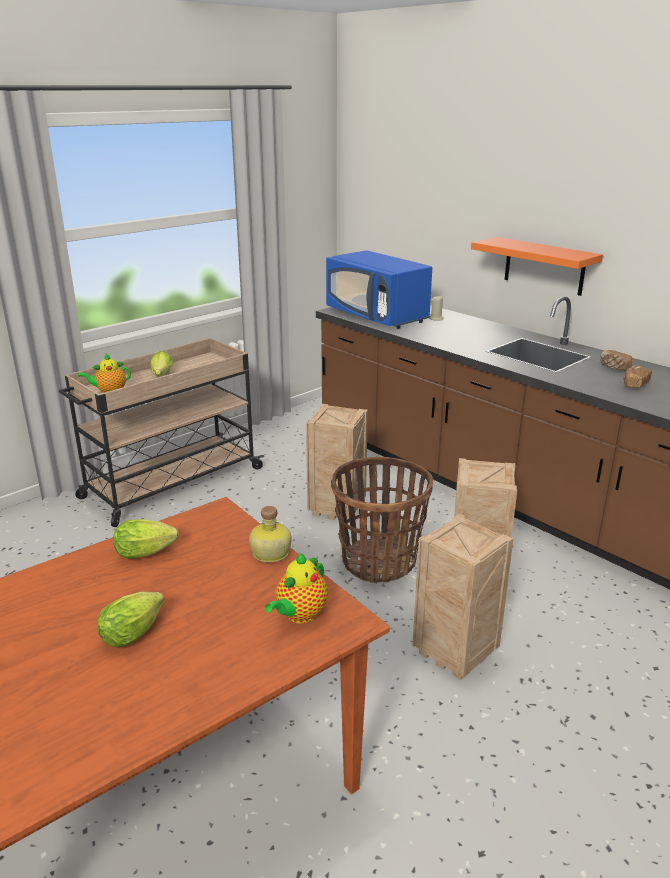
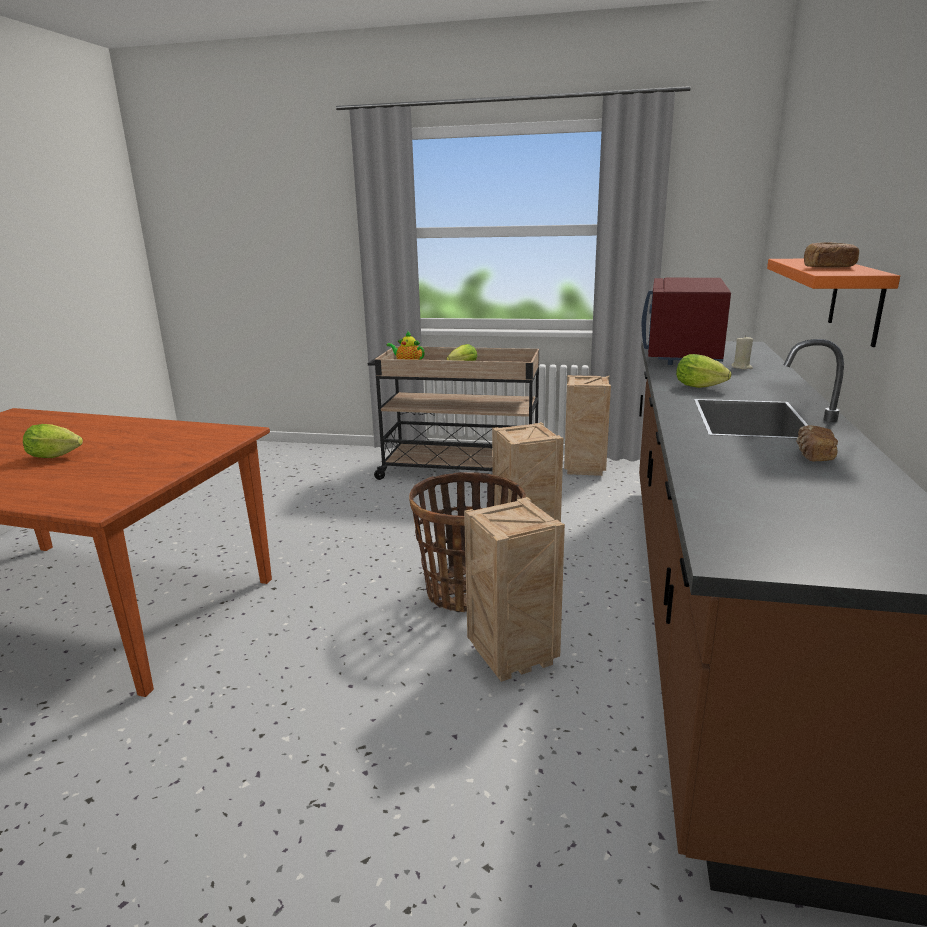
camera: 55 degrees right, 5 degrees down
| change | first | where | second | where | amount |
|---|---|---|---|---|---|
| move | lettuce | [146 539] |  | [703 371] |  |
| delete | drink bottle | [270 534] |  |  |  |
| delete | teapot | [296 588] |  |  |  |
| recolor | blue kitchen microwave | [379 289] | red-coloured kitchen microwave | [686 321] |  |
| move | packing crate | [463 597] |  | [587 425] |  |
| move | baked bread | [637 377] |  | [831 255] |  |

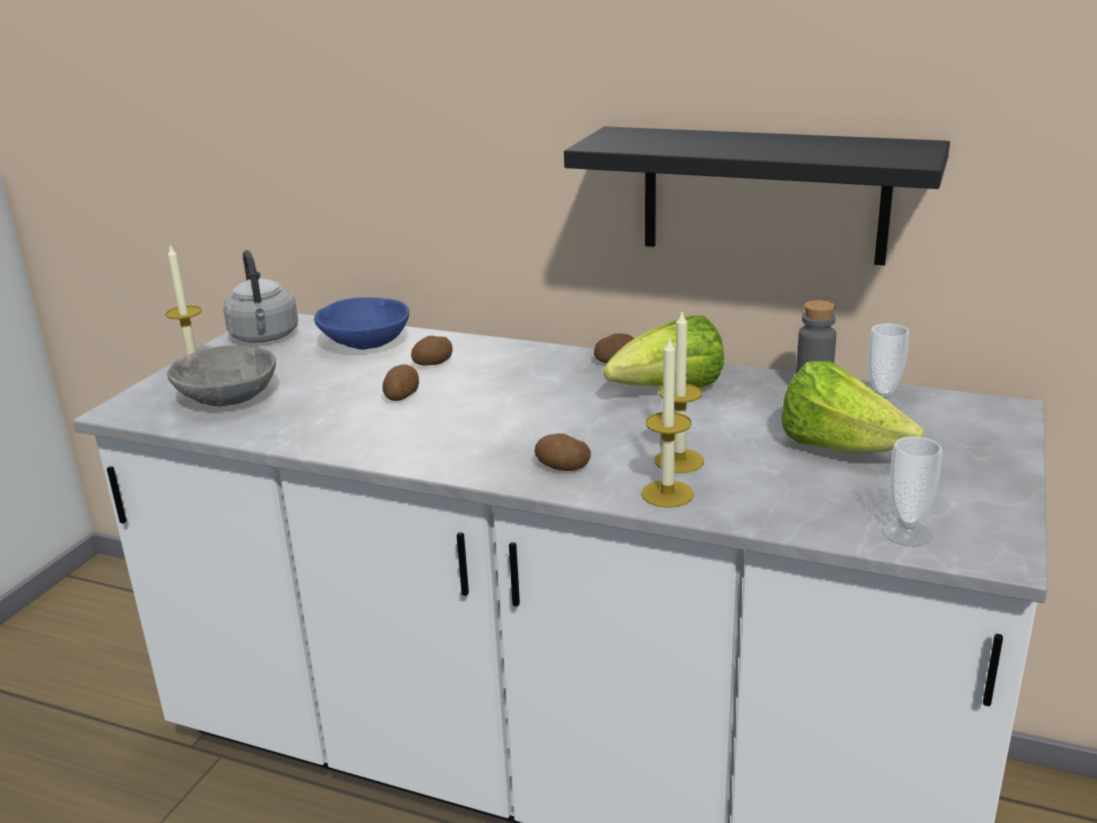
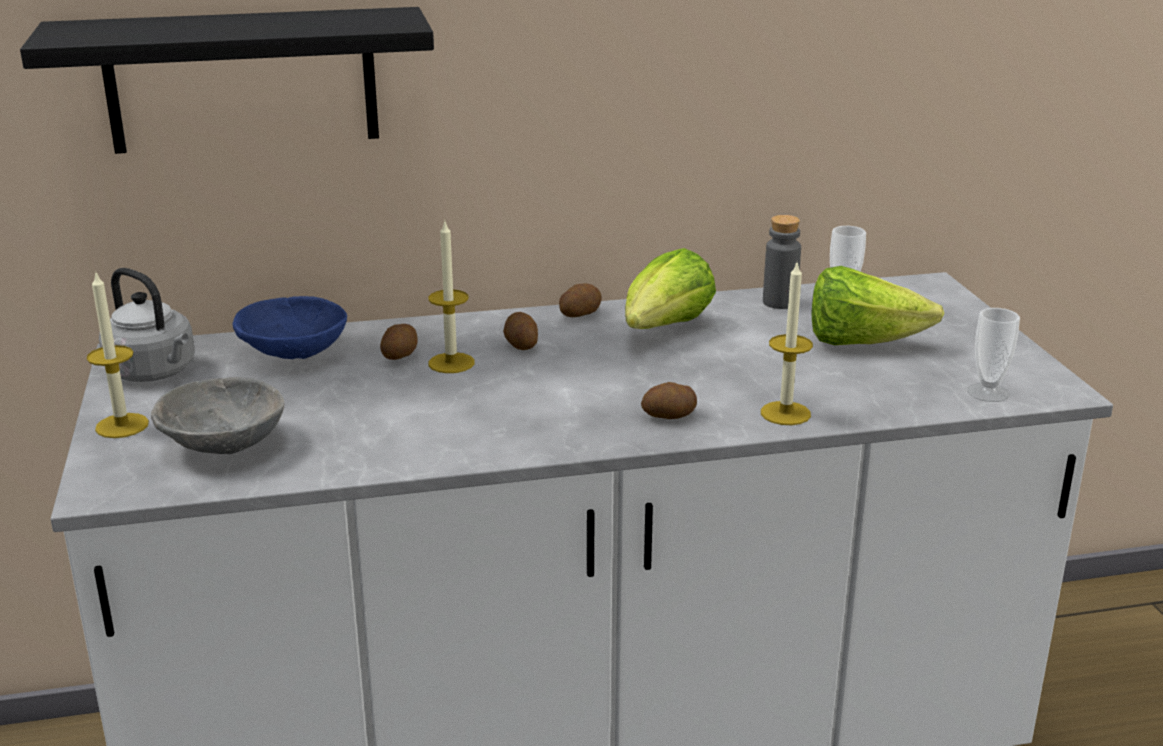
camera: 35 degrees left, 0 degrees up
| change | first | where | second | where | amount |
|---|---|---|---|---|---|
| move | whole potato | [400 382] |  | [520 331] |  |
| move | blackish wall shelf | [757 196] |  | [227 80] |  |
| move | candle | [679 392] |  | [451 297] |  |

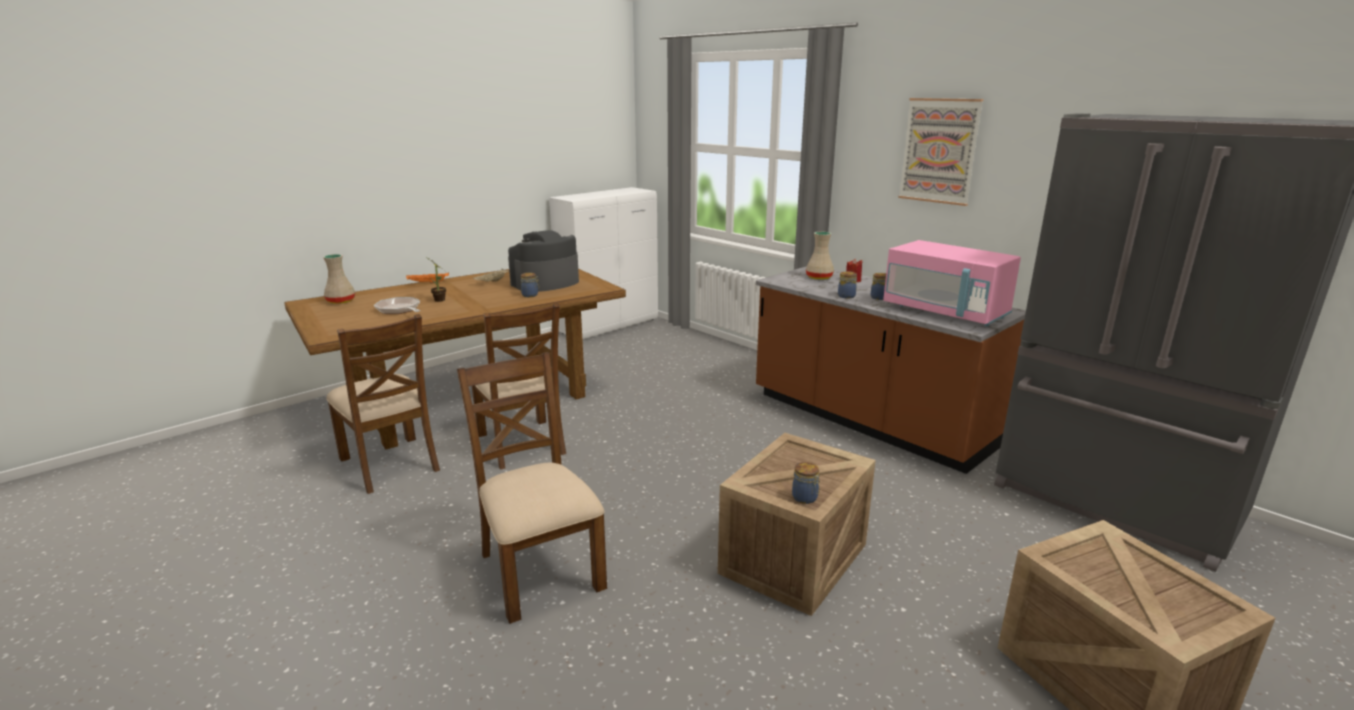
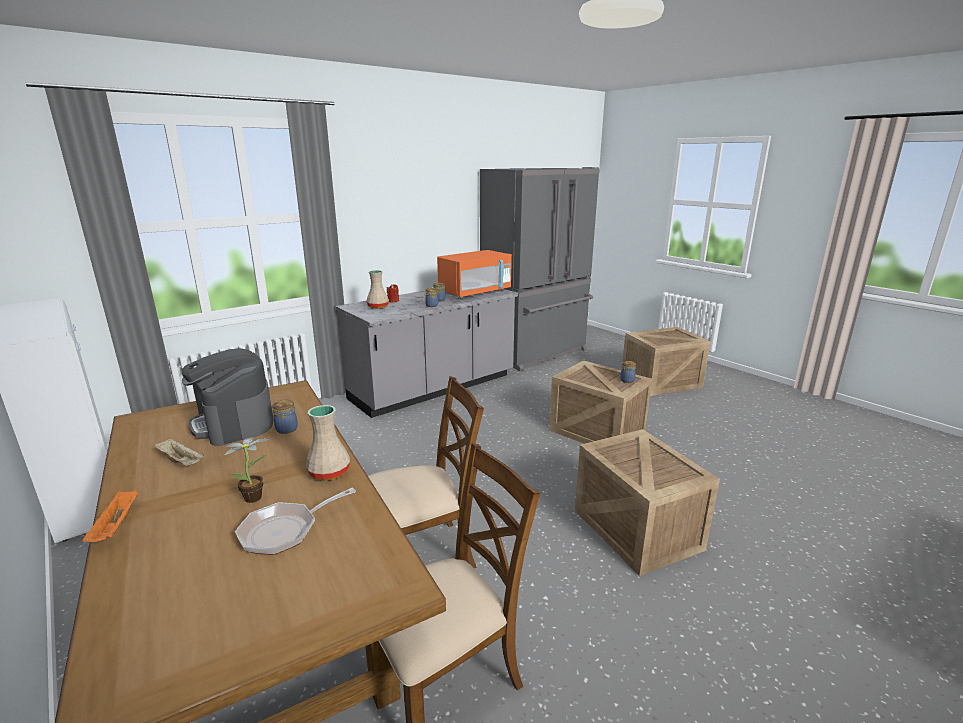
camera: 85 degrees left, 0 degrees up
| change | first | where | second | where | amount |
|---|---|---|---|---|---|
| move | sand-coloured vase | [339 279] |  | [328 443] |  |
| replace | brown-coloured upright chair | [532 488] | packing crate | [647 502] |  |
| recolor | brown-coloured kitchen counter | [891 370] | grey kitchen counter | [427 353] |  |
| recolor | pink-coloured kitchen microwave | [952 283] | orange kitchen microwave | [474 274] |  |
| delete | wall art | [940 152] |  |  |  |

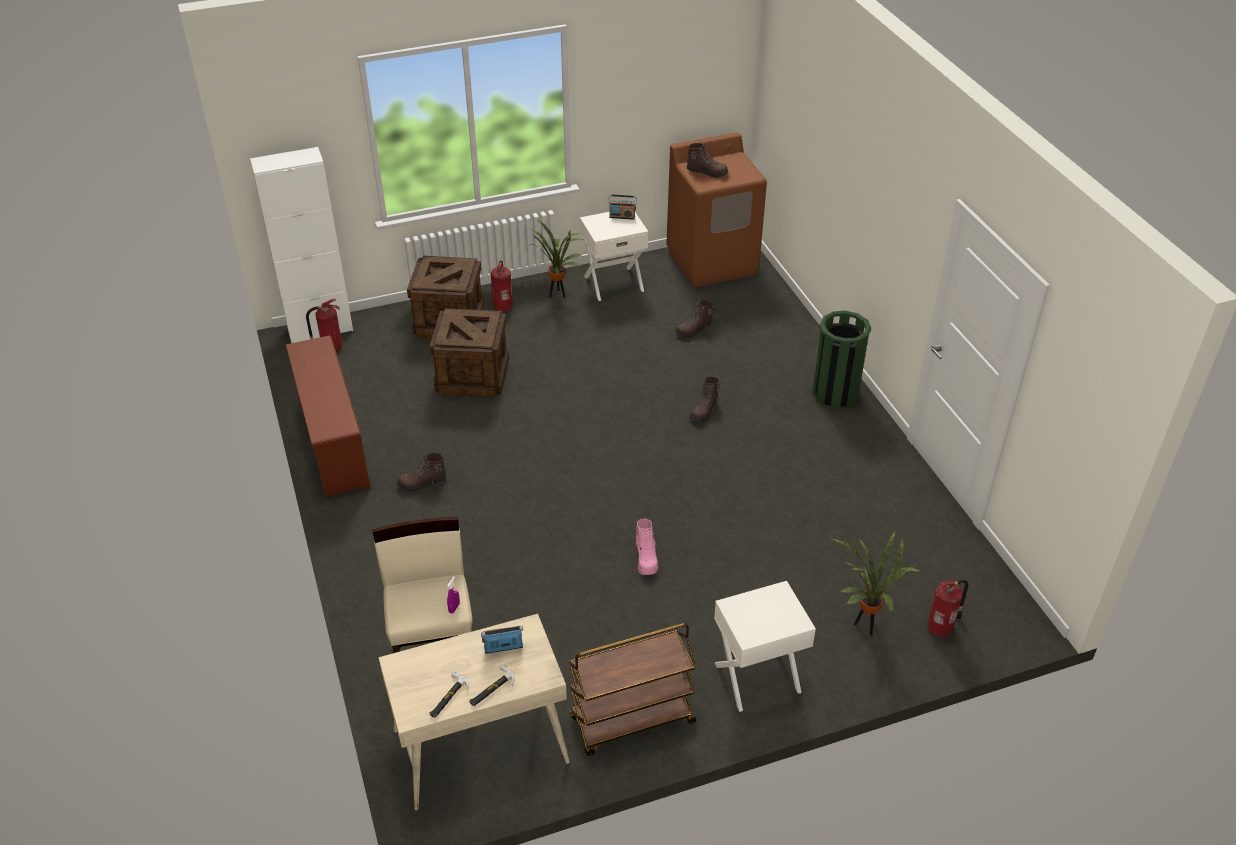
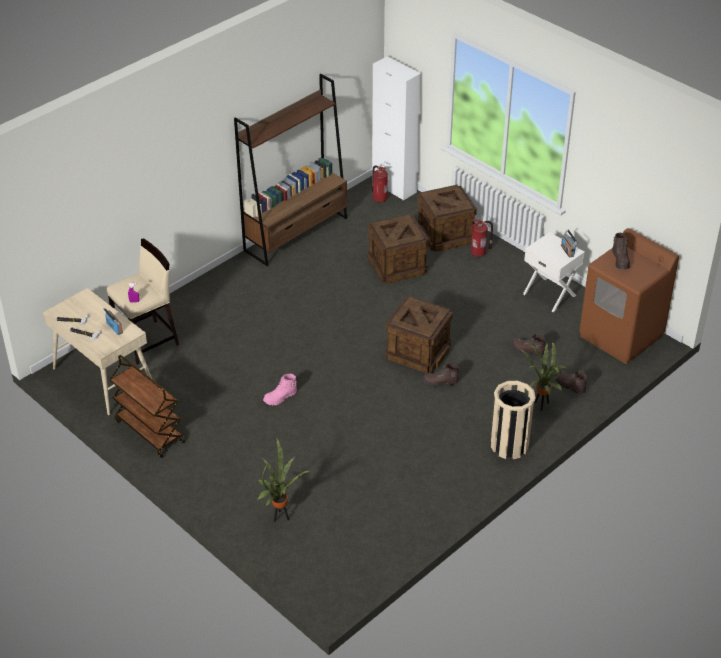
camera: 65 degrees right, 0 degrees up
| change | first | where | second | where | amount |
|---|---|---|---|---|---|
| replace | brown-coloured shoe shelf | [328 416] | brown-coloured shelving unit | [290 170] |  |
| move | brown-coloured boot | [421 472] |  | [571 382] |  |
| move | plant in a pot | [556 258] |  | [543 376] |  |
| delete | white nightstand | [765 646] |  |  |  |
| recolor | green waste bin | [841 359] | sand-coloured waste bin | [513 420] |  |
| delete | extinguisher | [947 608] |  |  |  |
| insert |  |  | packing crate | [419 334] |  |

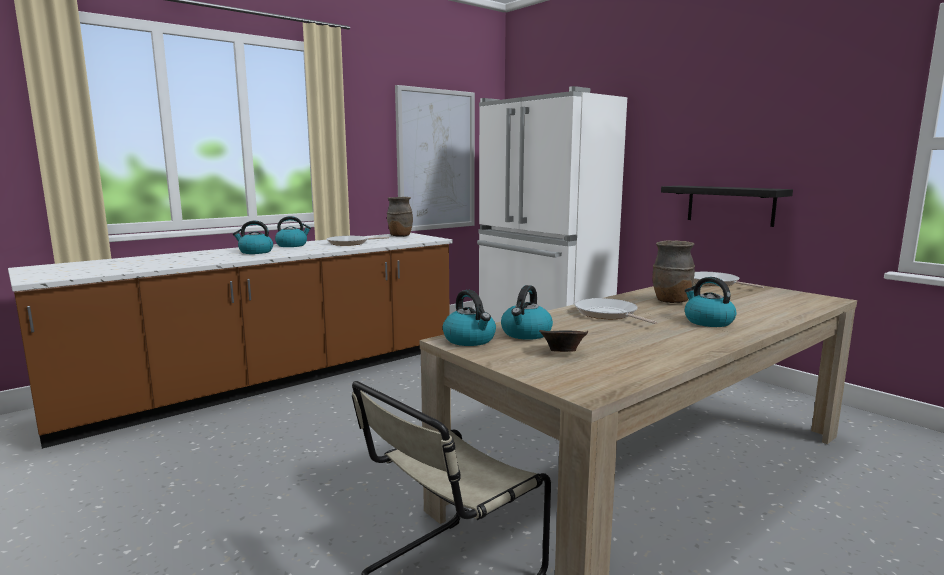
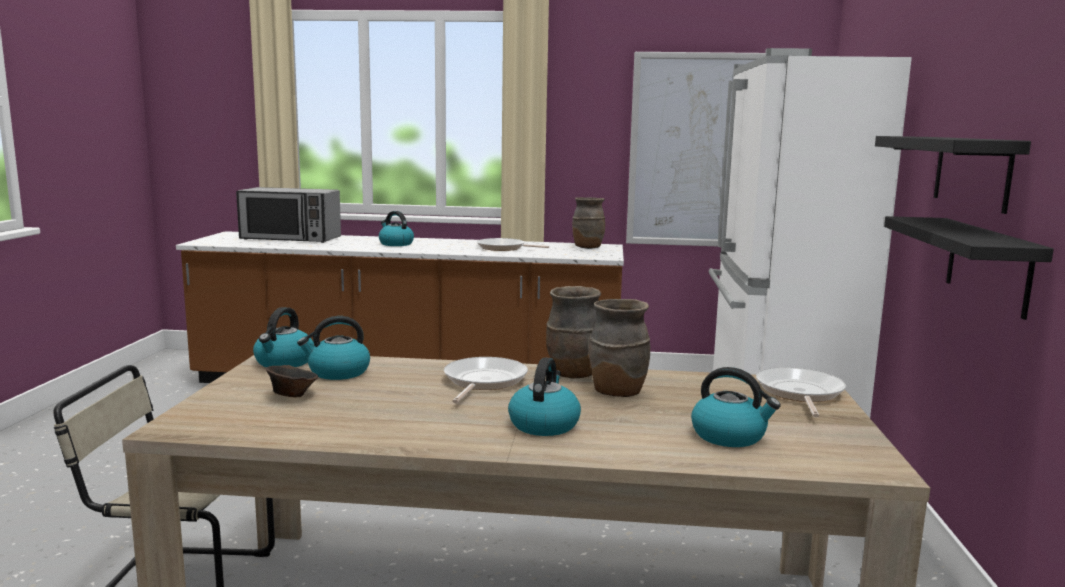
camera: 45 degrees right, 0 degrees up
| change | first | where | second | where | amount |
|---|---|---|---|---|---|
| move | tea kettle | [293 231] |  | [736 407] |  |
| insert |  |  | kitchen microwave | [288 215] |  |
| insert |  |  | brown-coloured vase | [573 332] |  |
| insert |  |  | blackish wall shelf | [953 175] |  |

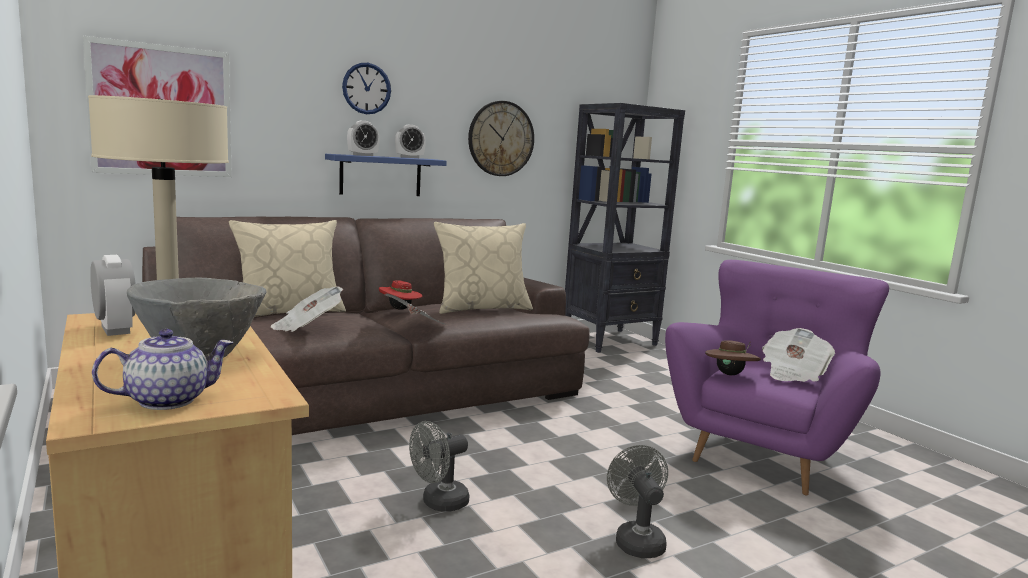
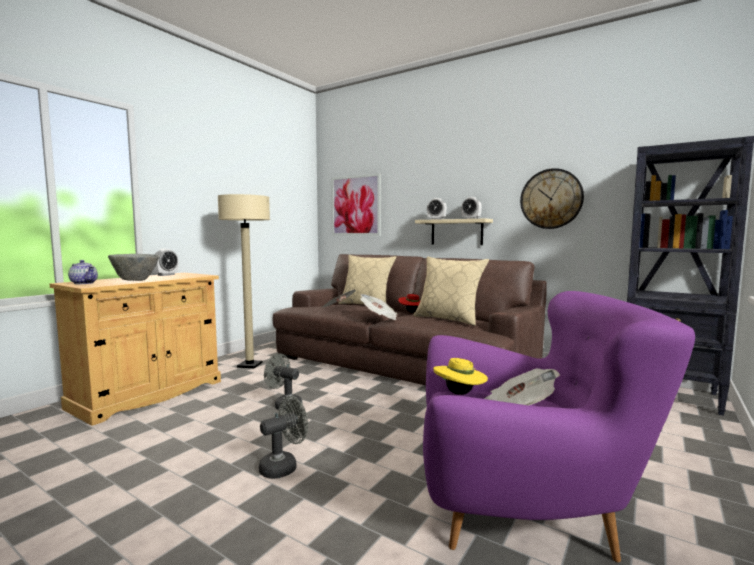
camera: 65 degrees right, 5 degrees down
| change | first | where | second | where | amount |
|---|---|---|---|---|---|
| recolor | blue wall shelf | [386 175] | sand-coloured wall shelf | [454 231] |  |
| delete | clock on the wall | [366 88] |  |  |  |
| recolor | brown-coloured clothing hat | [733 357] | yellow clothing hat | [460 376] |  |

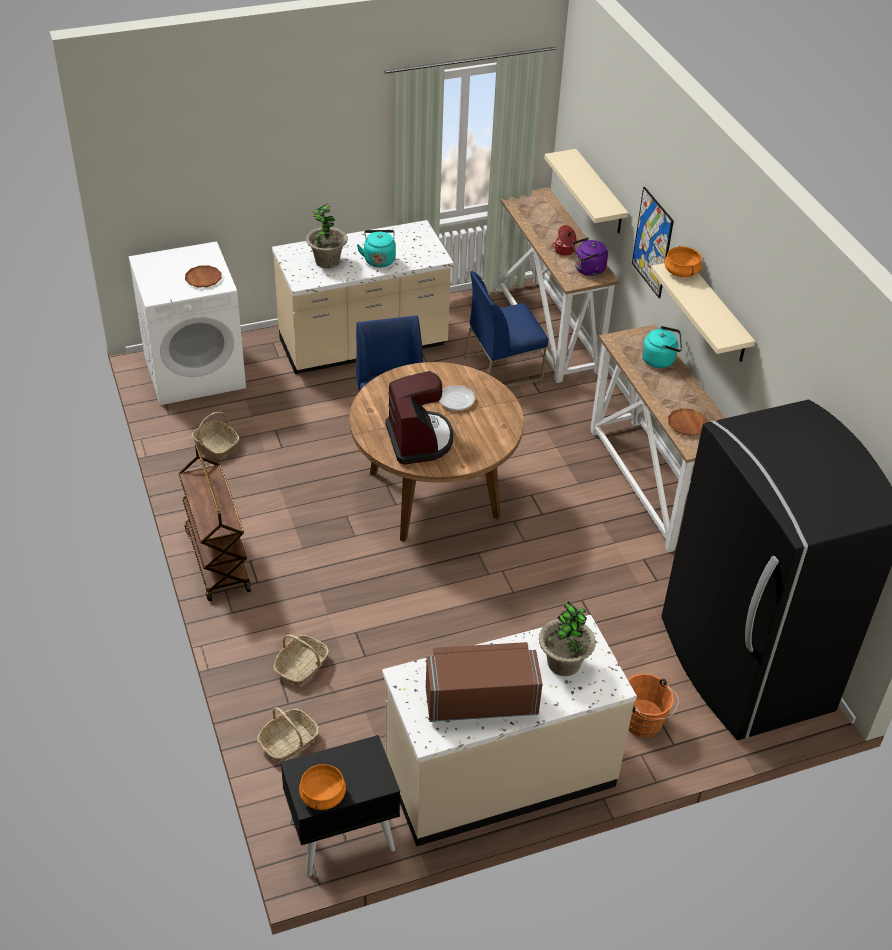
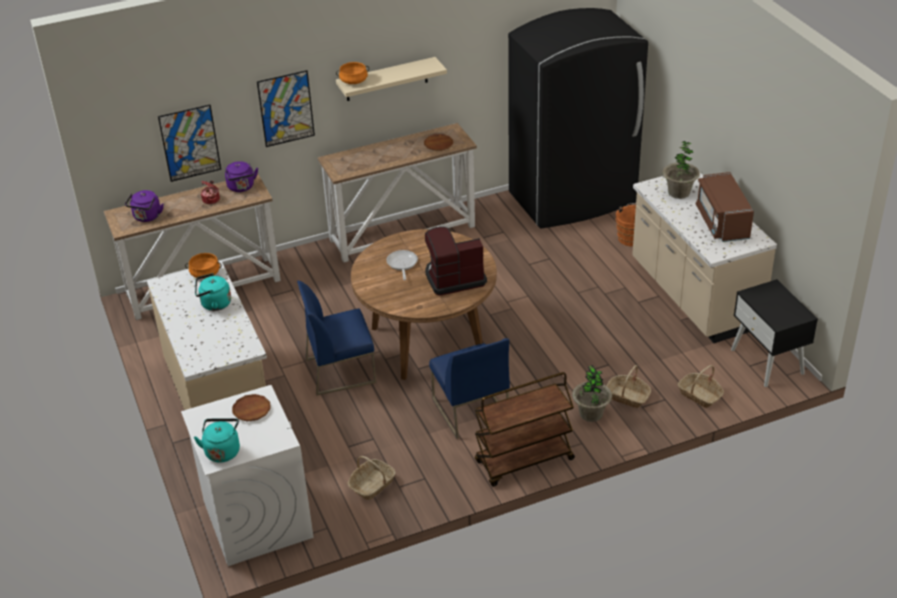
camera: 90 degrees left, 5 degrees down
| change | first | where | second | where | amount |
|---|---|---|---|---|---|
| move | orange cooking pot | [322 785] |  | [203 266] |  |
| move | plant in a pot | [327 235] |  | [592 393] |  |
| move | blue upright chair | [506 329] |  | [469 388] |  |
| replace | sand-coloured wall shelf | [586 191] | wall art | [189 143] |  |
| move | turquoise-coloured tea kettle | [662 347] |  | [217 440] |  |
| insert |  |  | purple tea kettle | [144 206] |  |

